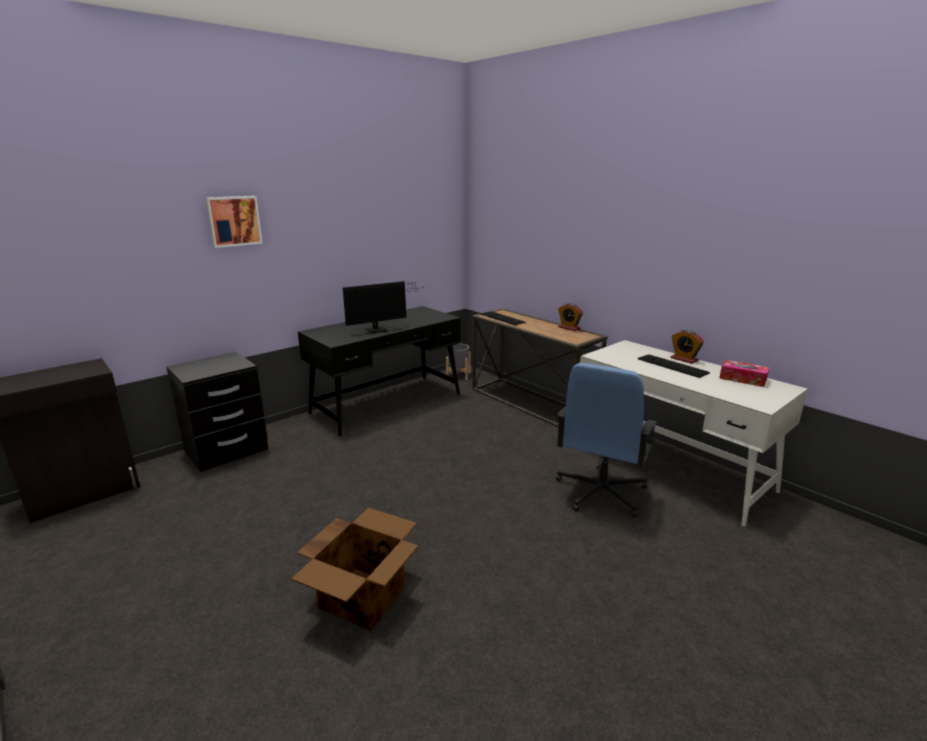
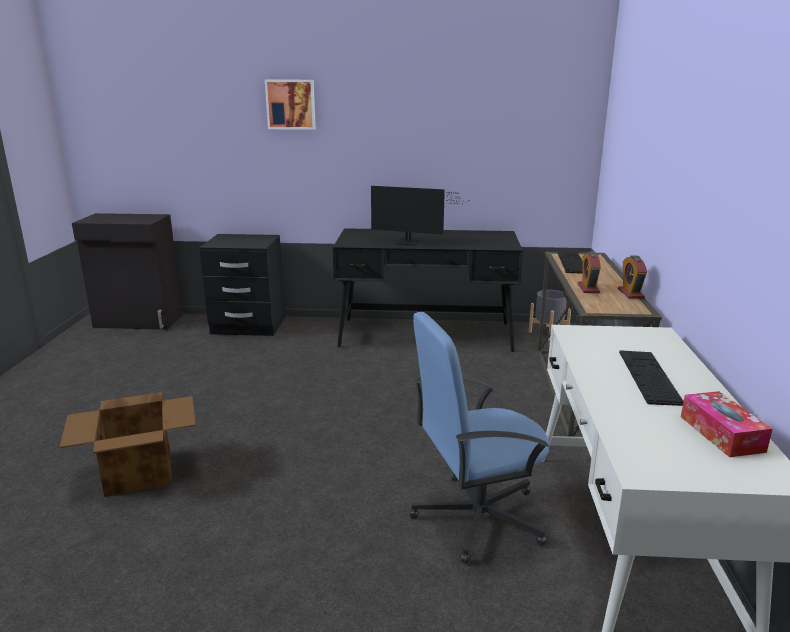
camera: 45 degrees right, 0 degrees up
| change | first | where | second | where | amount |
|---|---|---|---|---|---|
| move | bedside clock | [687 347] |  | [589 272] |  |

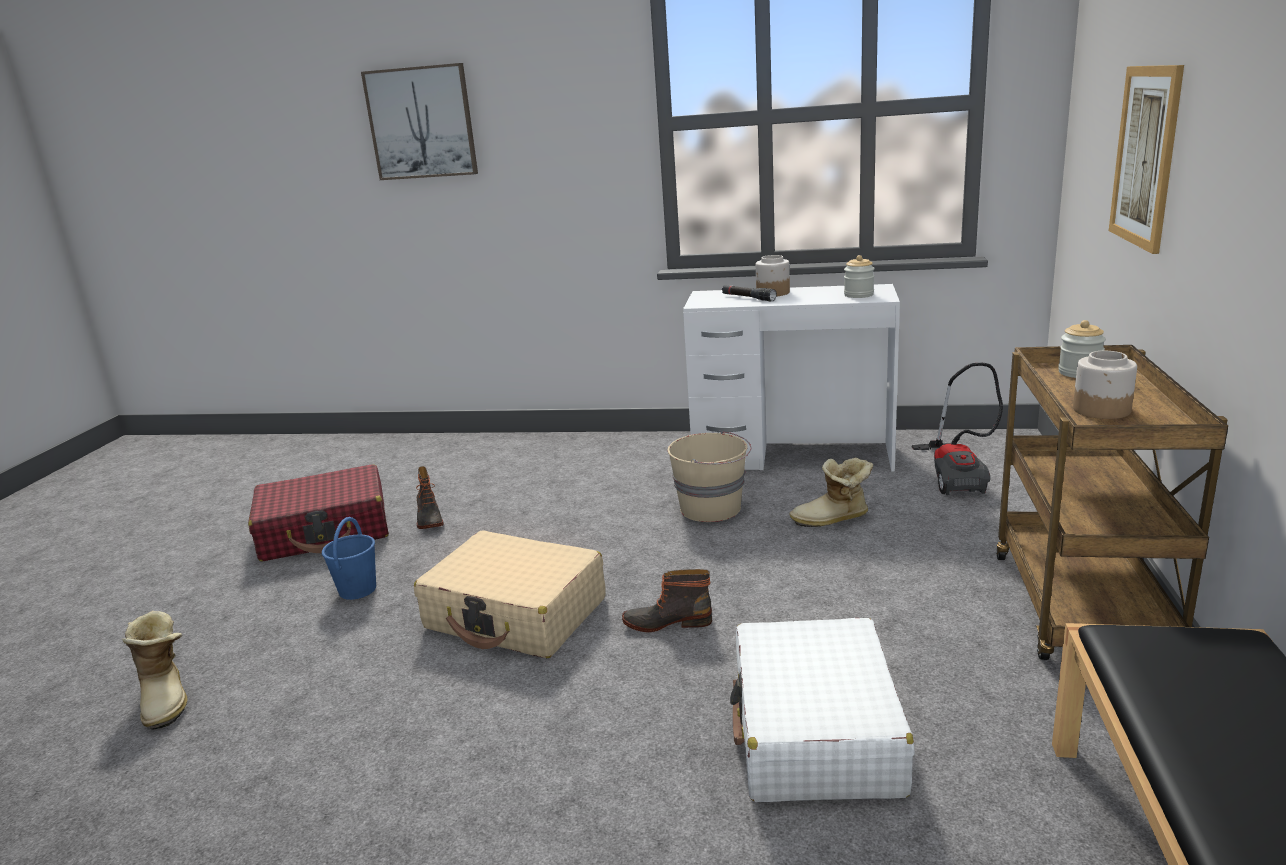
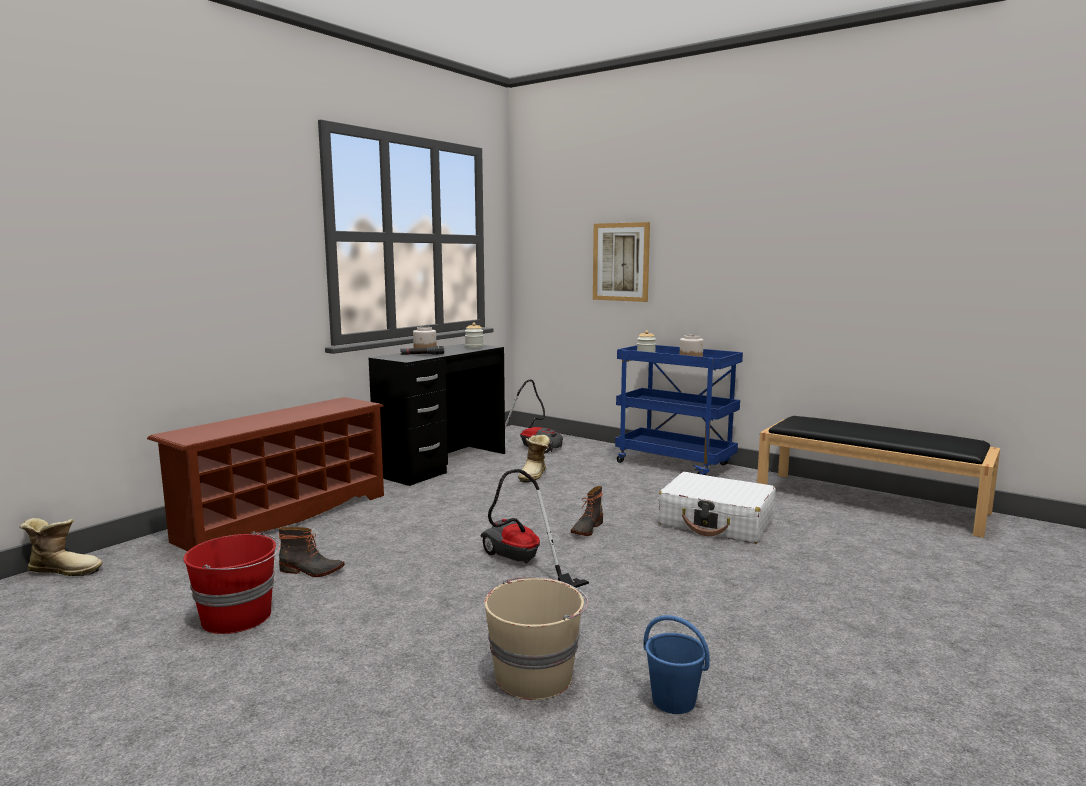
camera: 65 degrees left, 10 degrees down
| change | first | where | second | where | amount |
|---|---|---|---|---|---|
| move | boot | [155 670] |  | [61 547] |  |
| replace | red-coloured suitcase | [318 512] | red-coloured water bucket | [231 582] |  |
| move | blue water bucket | [349 558] |  | [677 664] |  |
| delete | wall art | [419 121] |  |  |  |
| replace | sand-coloured suitcase | [510 594] | hoover | [535 528] |  |
| move | sand-coloured water bucket | [709 476] |  | [536 638] |  |
| recolor | white desk unit | [791 378] | blackish desk unit | [437 415] |  |
| recolor | brown-coloured wheeled cart | [1112 502] | blue wheeled cart | [679 410] |  |
| insert |  |  | brown-coloured shoe shelf | [265 474] |  |

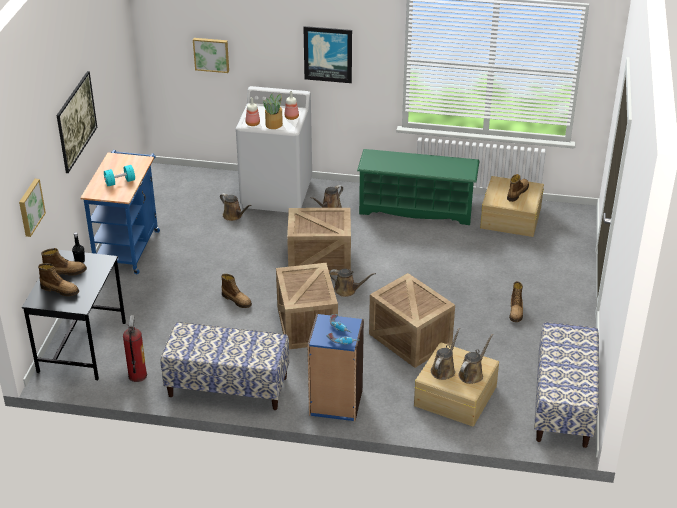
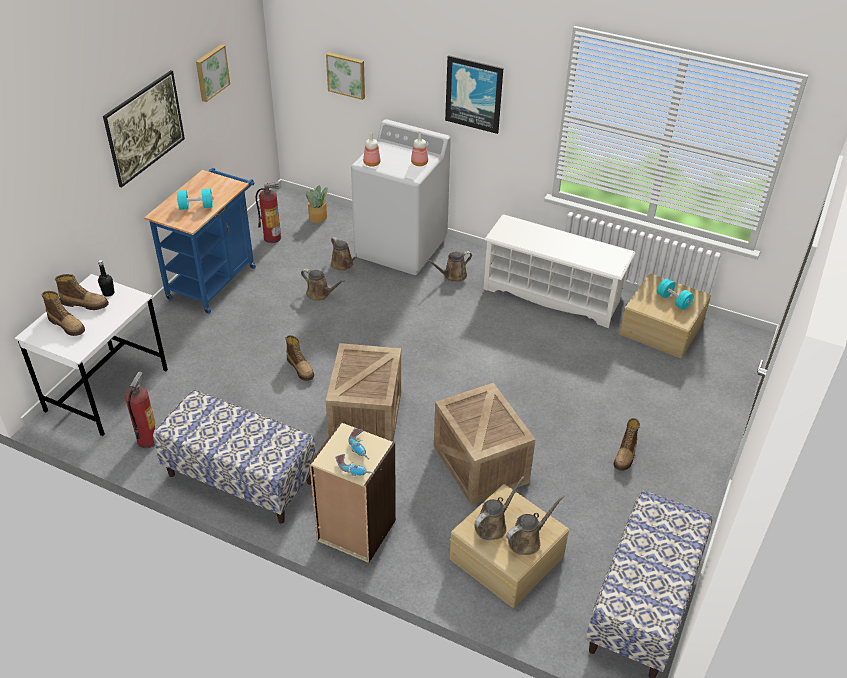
camera: 15 degrees right, 5 degrees up
| change | first | where | second | where | amount |
|---|---|---|---|---|---|
| move | wall art | [32 208] |  | [213 73] |  |
| recolor | blackish desk unit | [74 315] | white desk unit | [91 355] |  |
| move | plant in a pot | [273 111] |  | [317 204] |  |
| delete | packing crate | [319 241] |  |  |  |
| recolor | blue shelving unit | [336 367] | sand-coloured shelving unit | [352 492] |  |
| move | brown-coloured watering pot | [352 283] |  | [323 284] |  |
| recolor | green shoe shelf | [418 187] | white shoe shelf | [559 271] |  |
| replace | boot | [518 188] | turquoise-coloured free weight | [675 294] |  |
| insert |  |  | extinguisher | [268 212] |  |

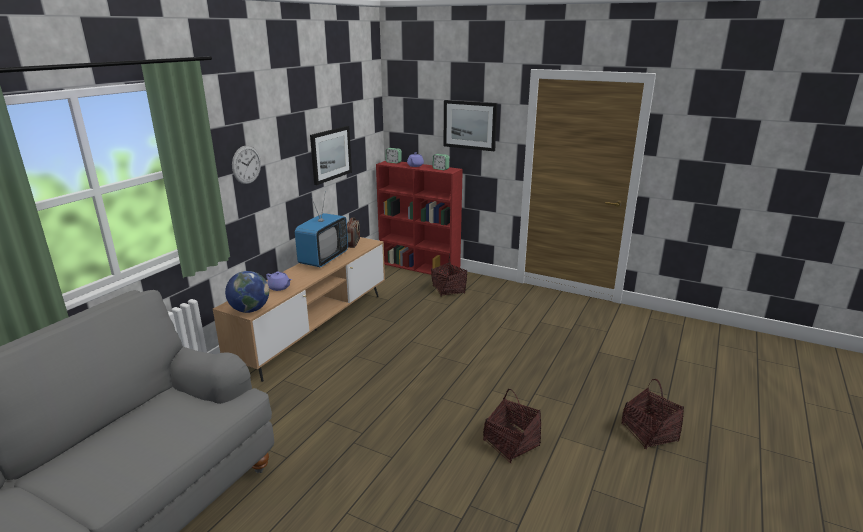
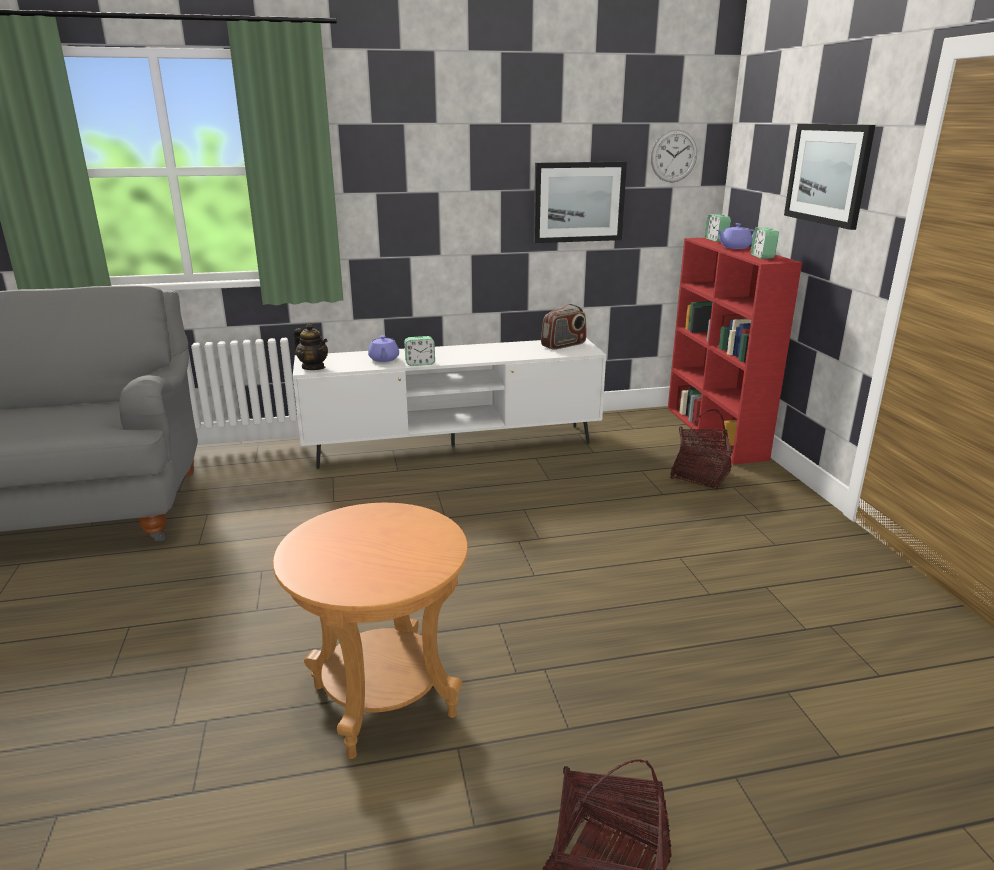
camera: 50 degrees right, 0 degrees up
| change | first | where | second | where | amount |
|---|---|---|---|---|---|
| recolor | brown-coloured tv unit | [299 309] | white tv unit | [449 403] |  |
| replace | globe | [247 292] | teapot | [311 346] |  |
| move | clock on the wall | [246 165] |  | [674 156] |  |
| delete | television | [321 229] |  |  |  |
| replace | basket | [512 426] | brown-coloured accent table | [370 631] |  |
| insert |  |  | bedside clock | [419 351] |  |

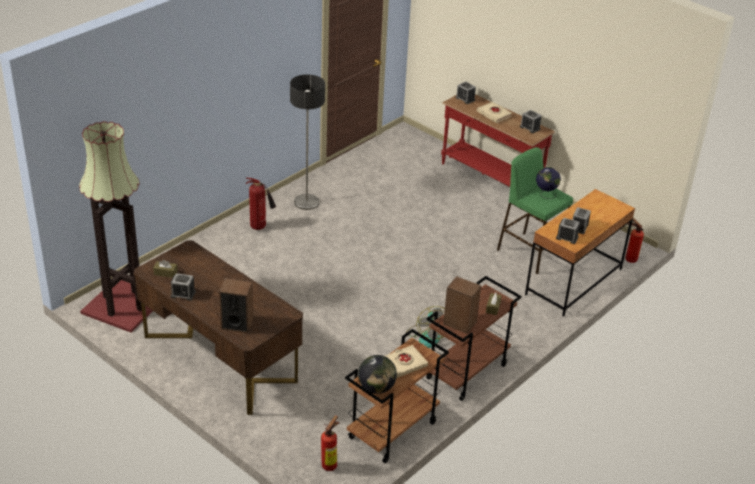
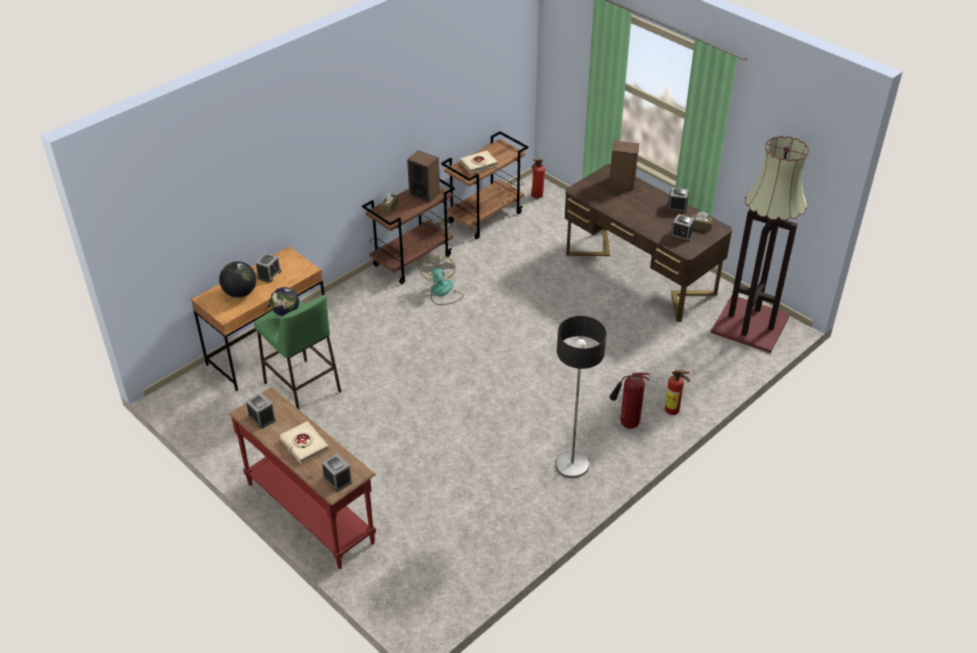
camera: 175 degrees left, 5 degrees up
| change | first | where | second | where | amount |
|---|---|---|---|---|---|
| move | globe | [377 374] |  | [237 279] |  |
| move | bedside clock | [568 231] |  | [682 228] |  |
| move | extinguisher | [634 240] |  | [677 392] |  |

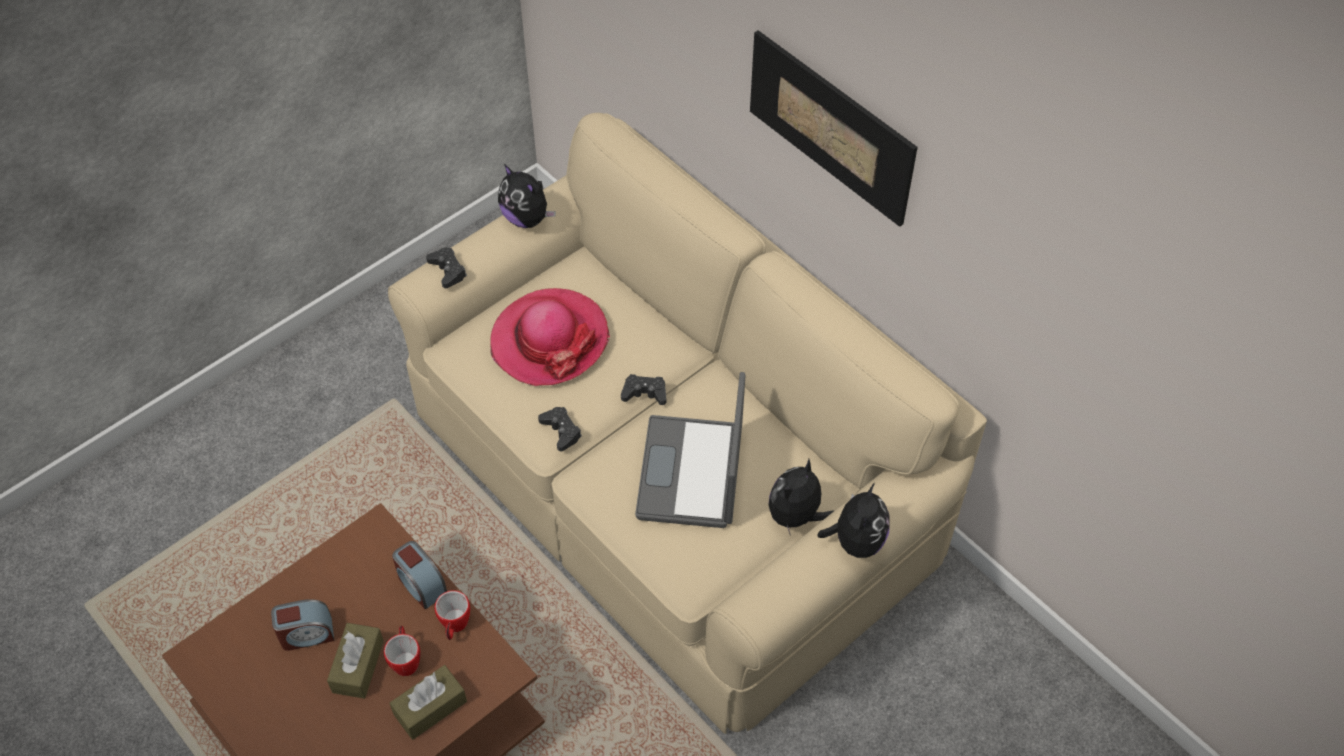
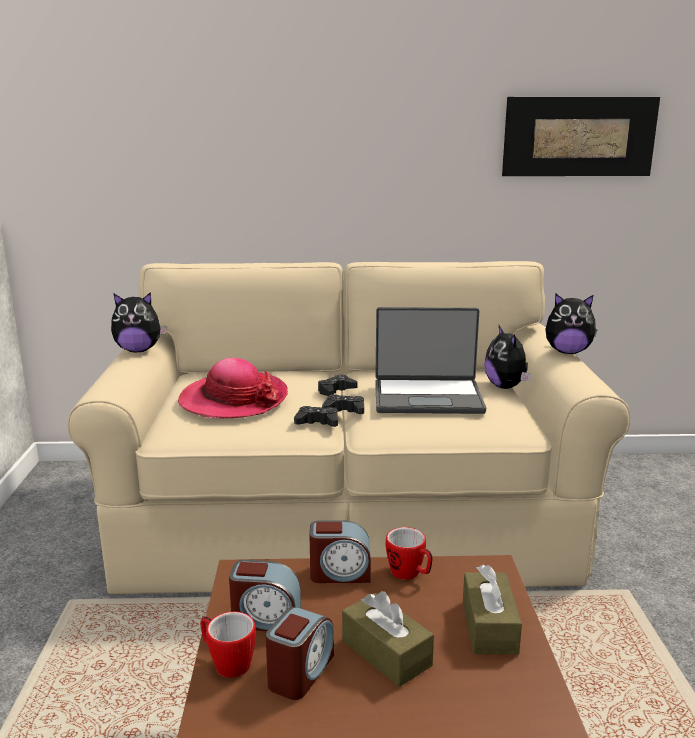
camera: 50 degrees left, 35 degrees down
| change | first | where | second | where | amount |
|---|---|---|---|---|---|
| move | coffee mug | [402 651] |  | [228 645] |  |
| move | blackish joypad | [446 268] |  | [343 404] |  |
| rotate | notebook computer | [690 450] |  | [430 360] | 45 degrees counterclockwise |
| move | wall art | [834 128] |  | [581 136] |  |
| rotate | soft toy | [853 520] |  | [571 324] | 135 degrees clockwise |
| insert |  |  | bedside clock | [265 595] |  |

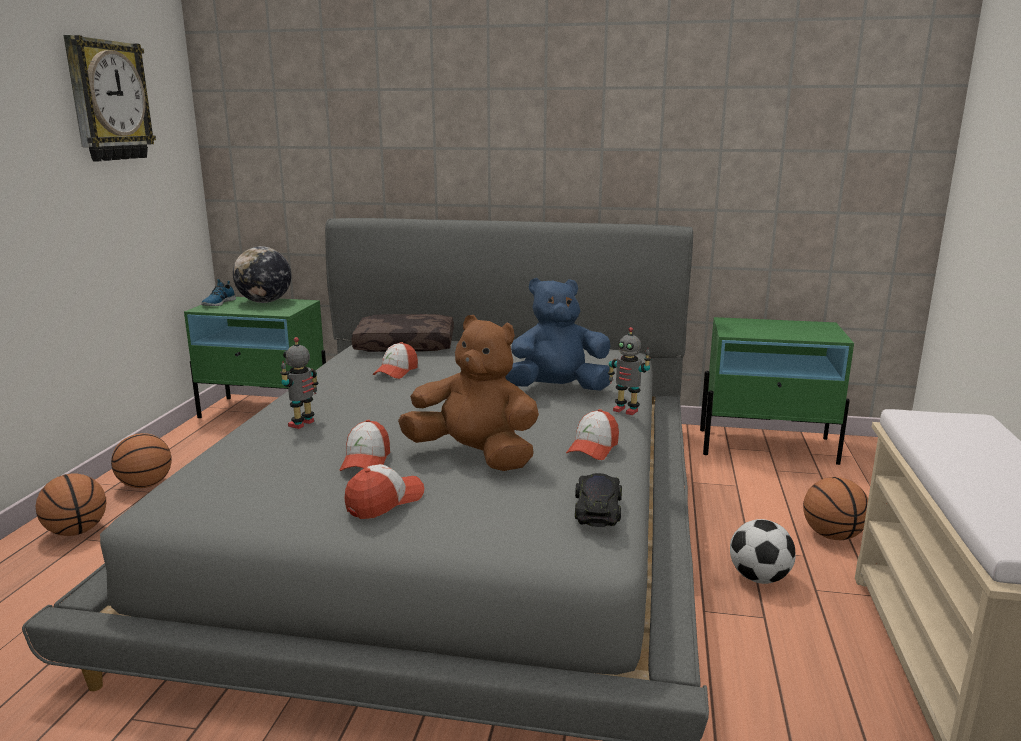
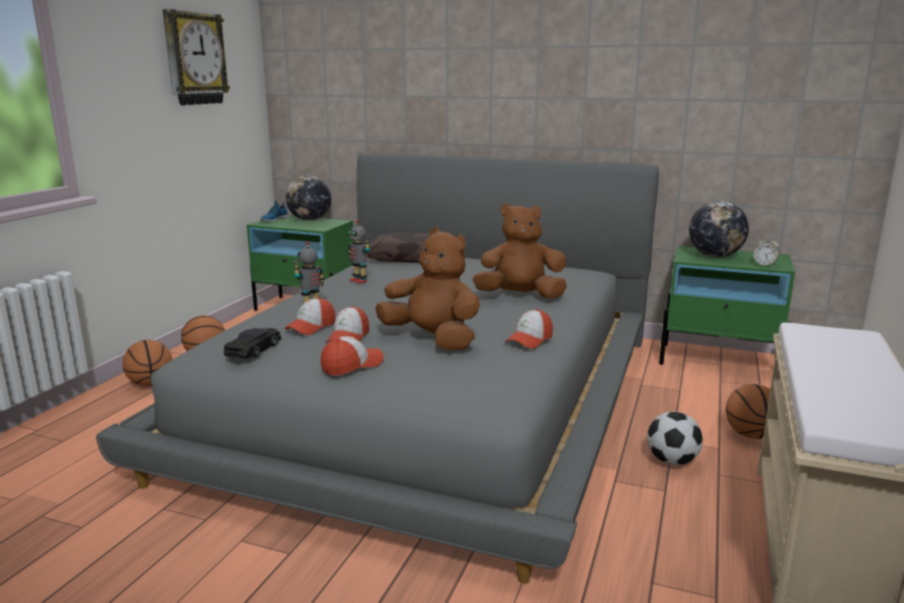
camera: 10 degrees right, 0 degrees up
| change | first | where | second | where | amount |
|---|---|---|---|---|---|
| move | baseball cap | [395 360] |  | [310 316] |  |
| recolor | blue soft toy | [558 334] | brown-coloured soft toy | [519 250] |  |
| move | blackish toy car | [598 500] |  | [252 343] |  |
| move | robot figure | [629 371] |  | [359 252] |  |
| insert |  |  | globe | [719 229] |  |
| insert |  |  | bedside clock | [766 251] |  |

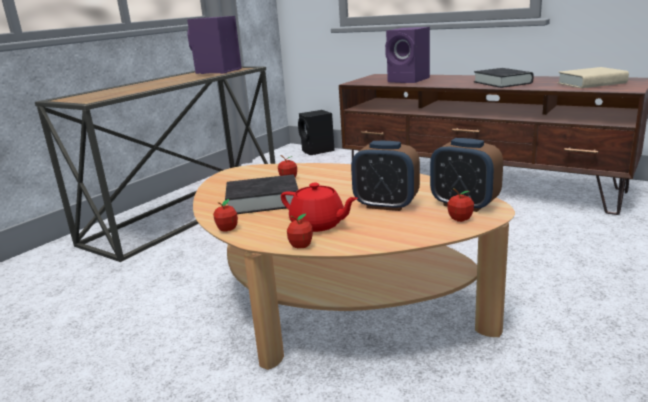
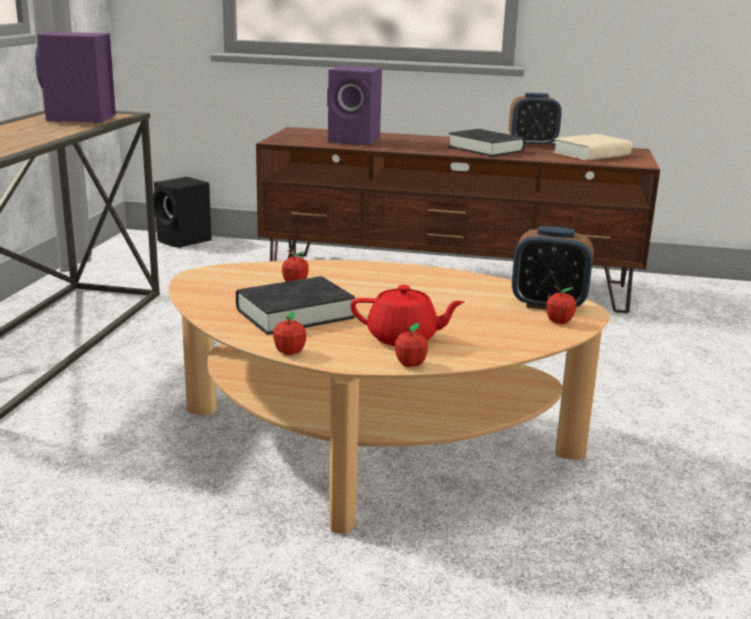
camera: 25 degrees left, 0 degrees up
| change | first | where | second | where | amount |
|---|---|---|---|---|---|
| move | bedside clock | [385 176] |  | [535 120] |  |

